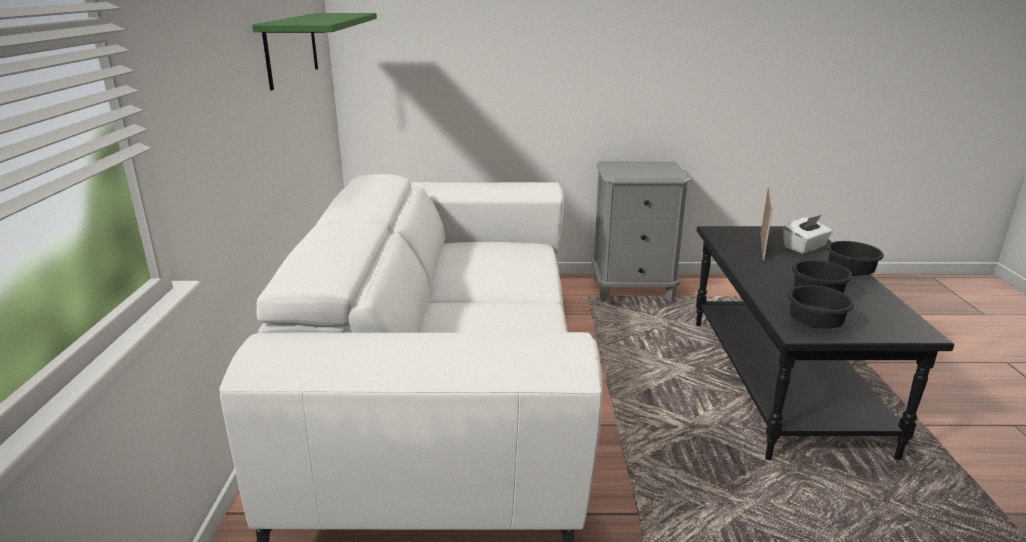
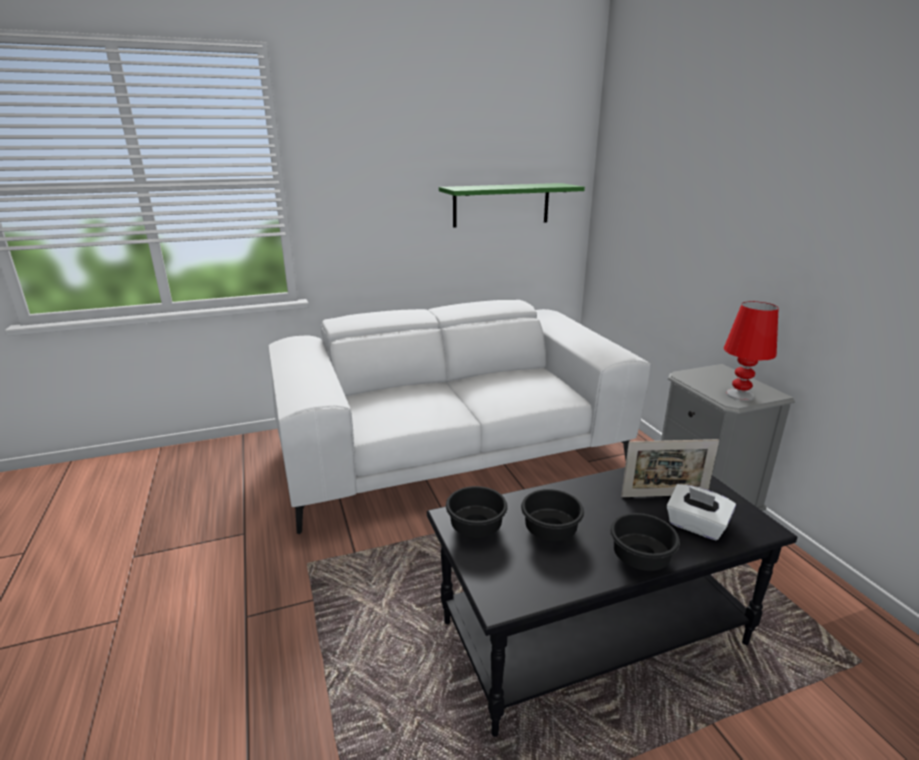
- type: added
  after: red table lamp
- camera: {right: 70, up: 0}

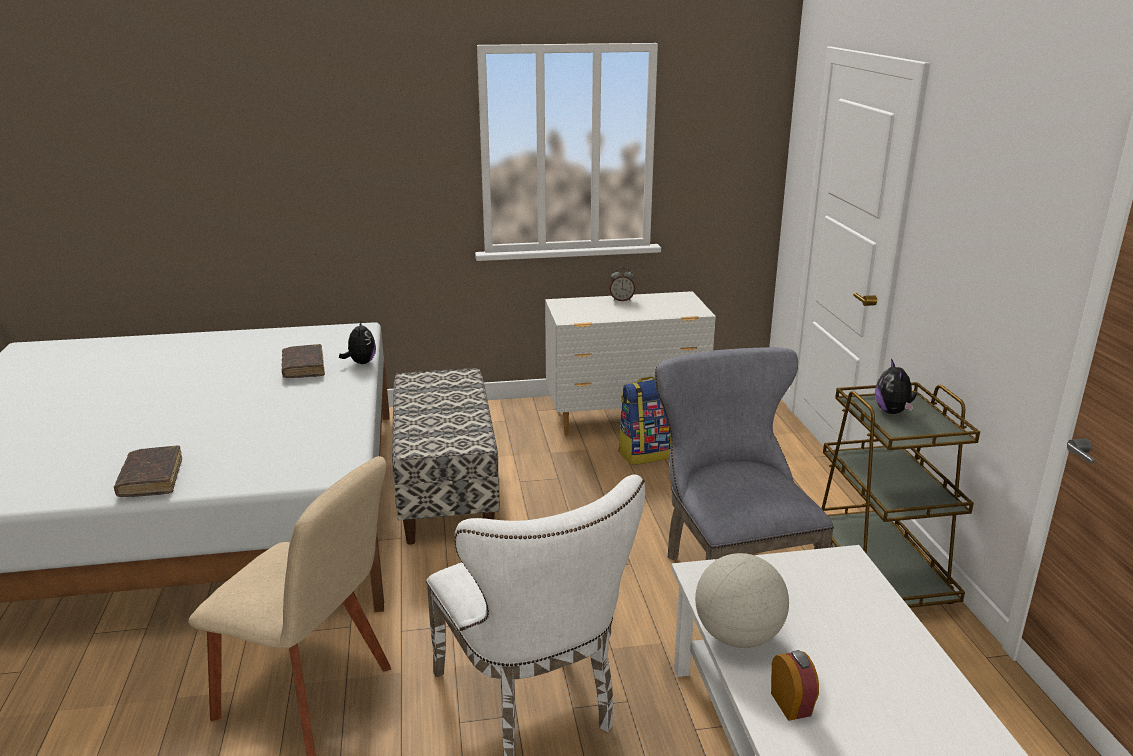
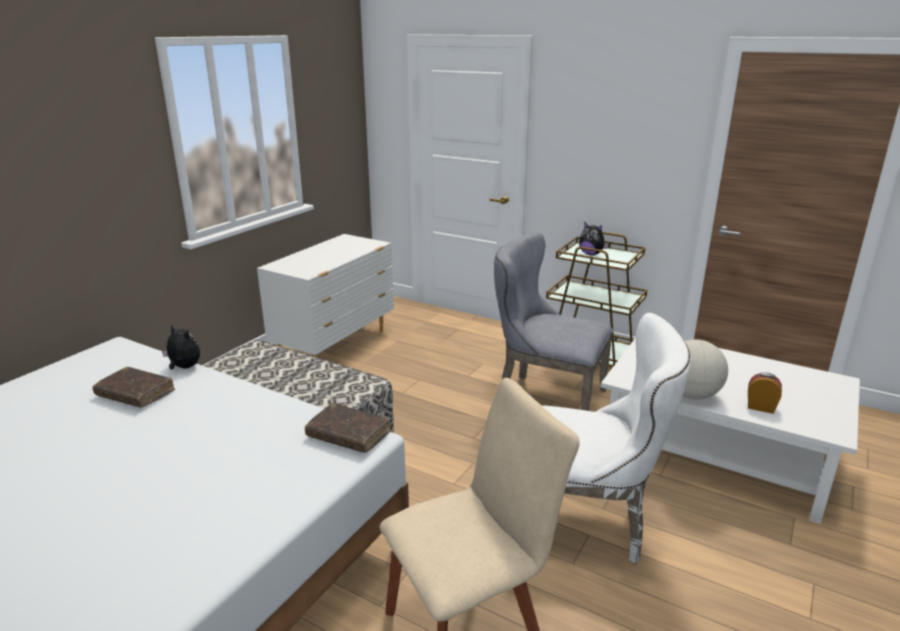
- type: removed
  before: alarm clock (1st from left)
- type: removed
  before: backpack
- type: moved
  before: brown book (1st from left in the first image)
  after: brown book (2nd from left)
- camera: {right: -50, up: 0}

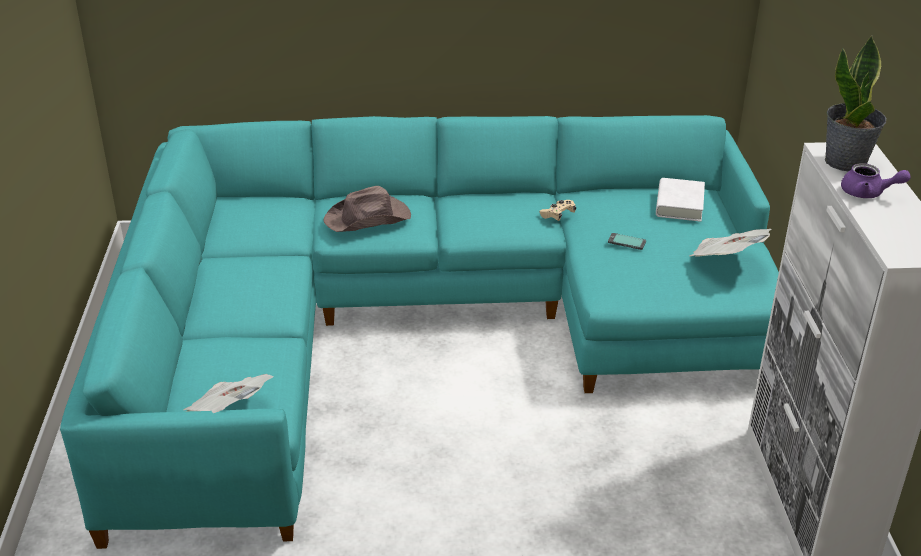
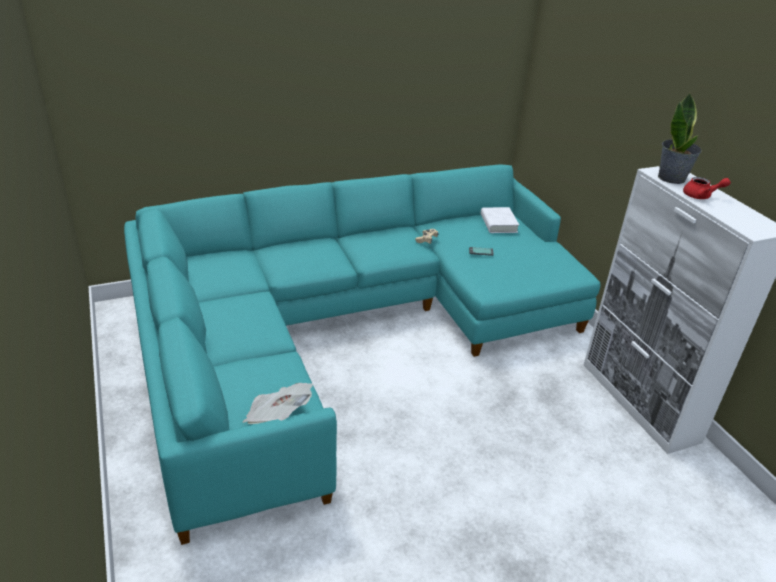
- type: recoloured
  before: purple teapot
  after: red teapot
- type: removed
  before: brown hat
- type: removed
  before: newspaper (2nd from left)
- camera: {right: -20, up: 0}

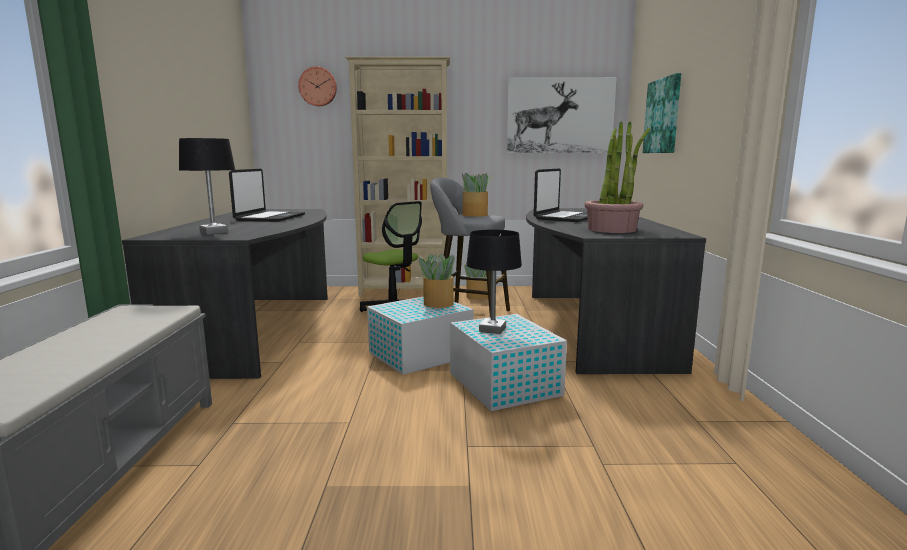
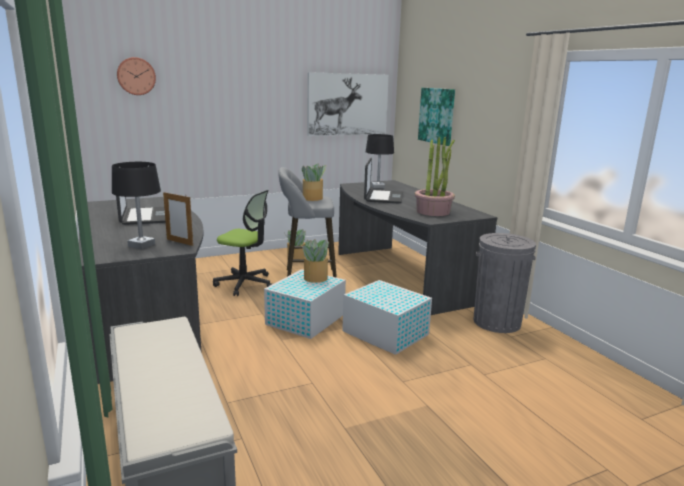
- type: removed
  before: beige bookcase
- type: moved
  before: black table lamp (2nd from left)
- type: added
  after: picture frame
- type: added
  after: grey trash can
- camera: {right: -25, up: 5}

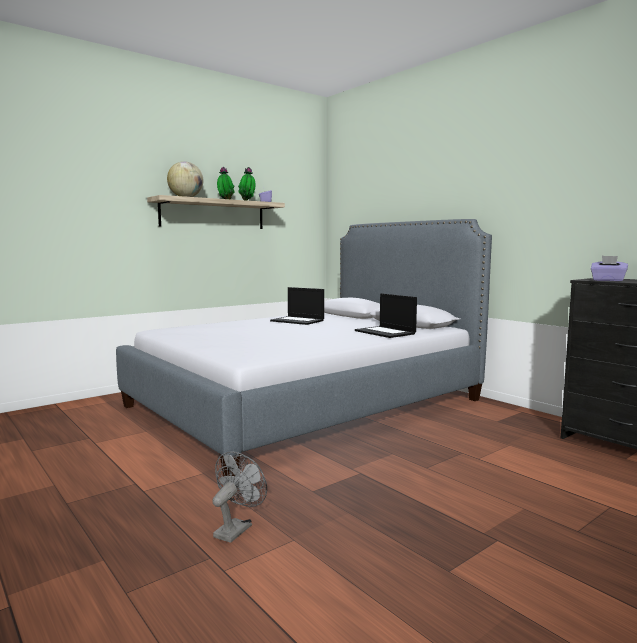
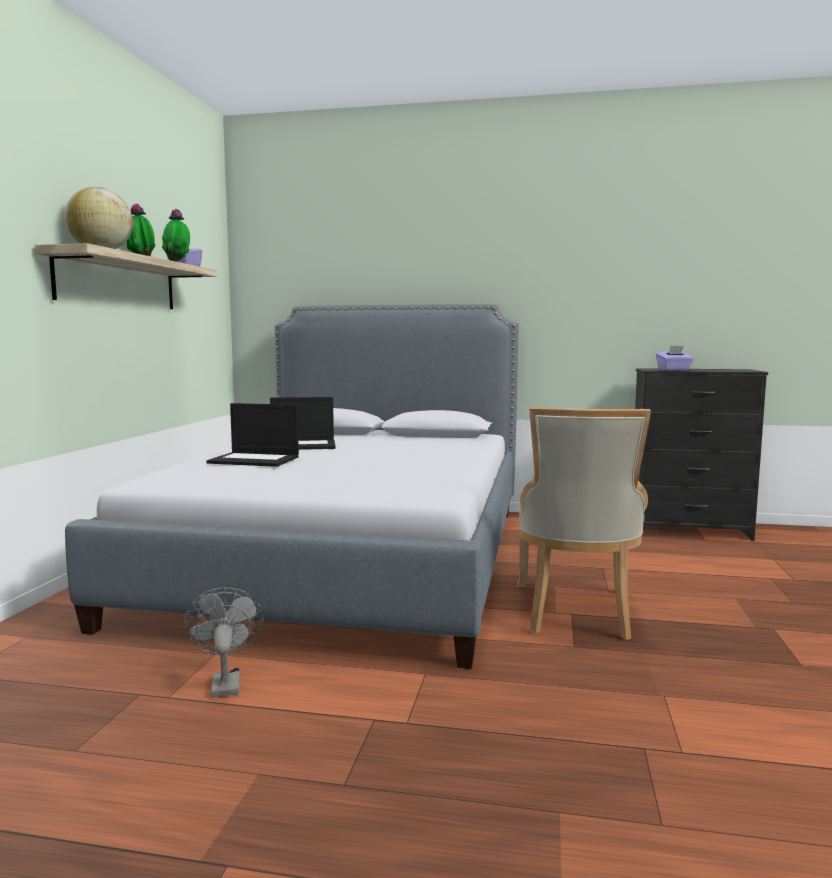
- type: moved
  before: laptop (2nd from left in the first image)
  after: laptop (1st from left)
- type: moved
  before: grey fan
- type: added
  after: beige chair
- camera: {right: -40, up: 0}

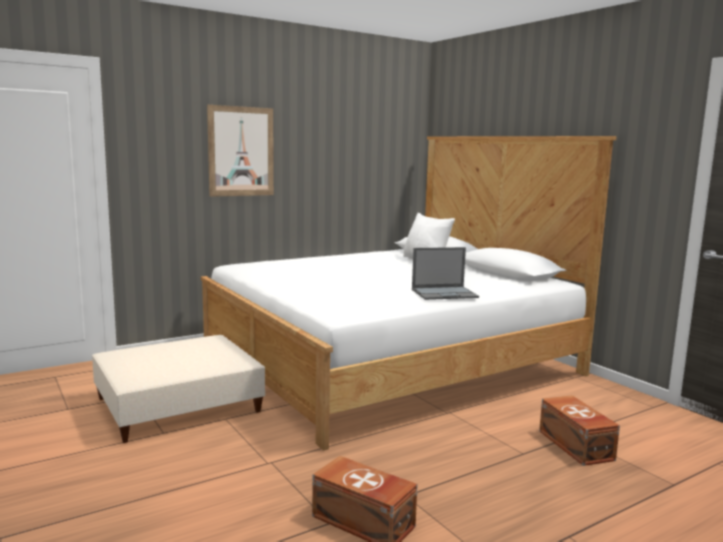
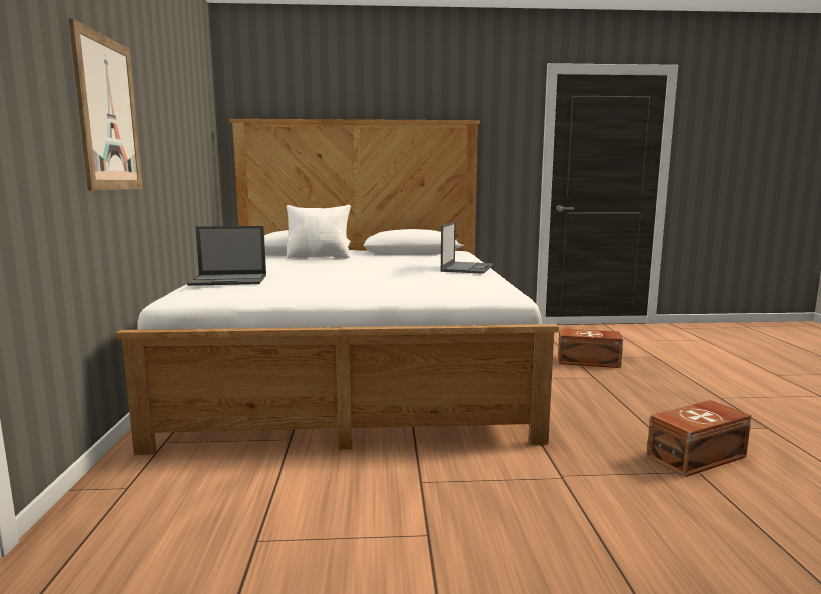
- type: removed
  before: beige ottoman
- type: added
  after: laptop (1st from left)
- camera: {right: -60, up: 0}

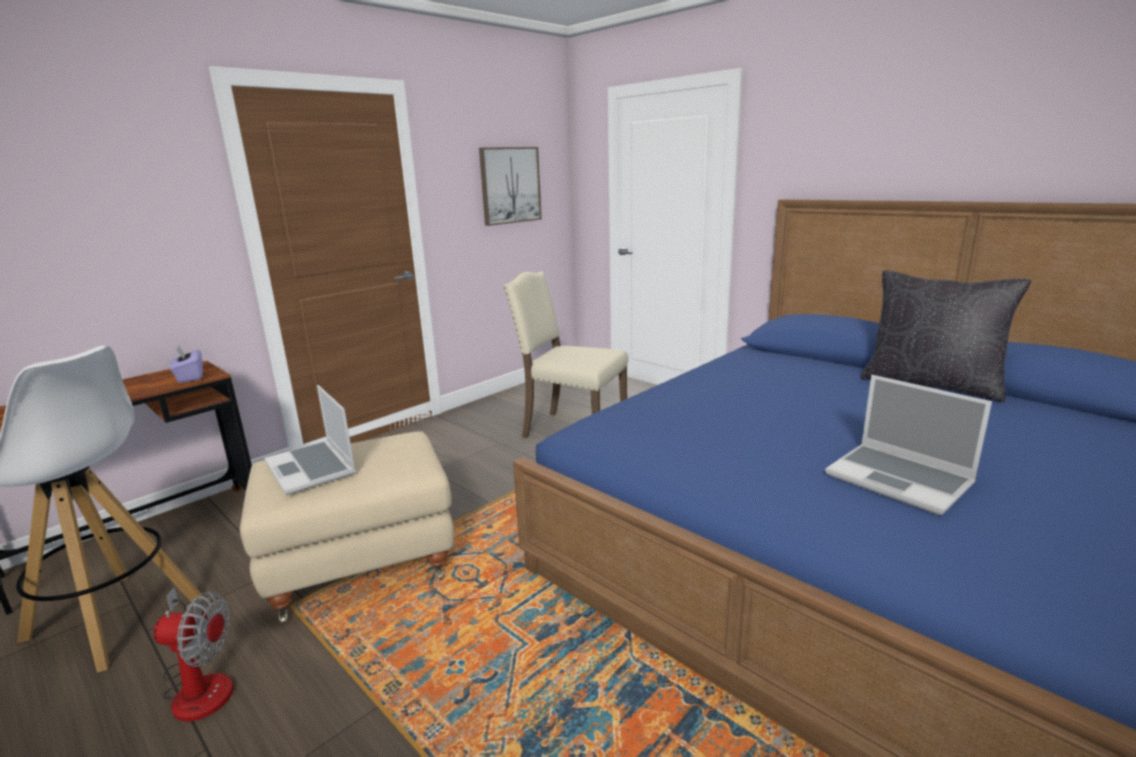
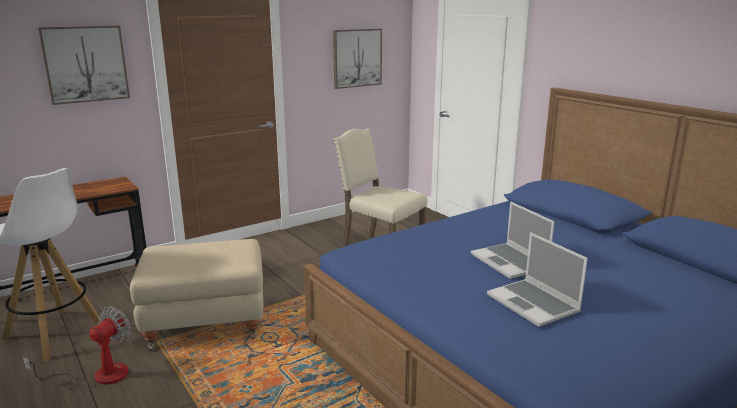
- type: removed
  before: black pillow
- type: removed
  before: purple tissue box
- type: moved
  before: laptop (1st from left)
- type: turned
  before: fan
  turn: -75
- type: added
  after: picture (1st from left)
- camera: {right: 10, up: 0}

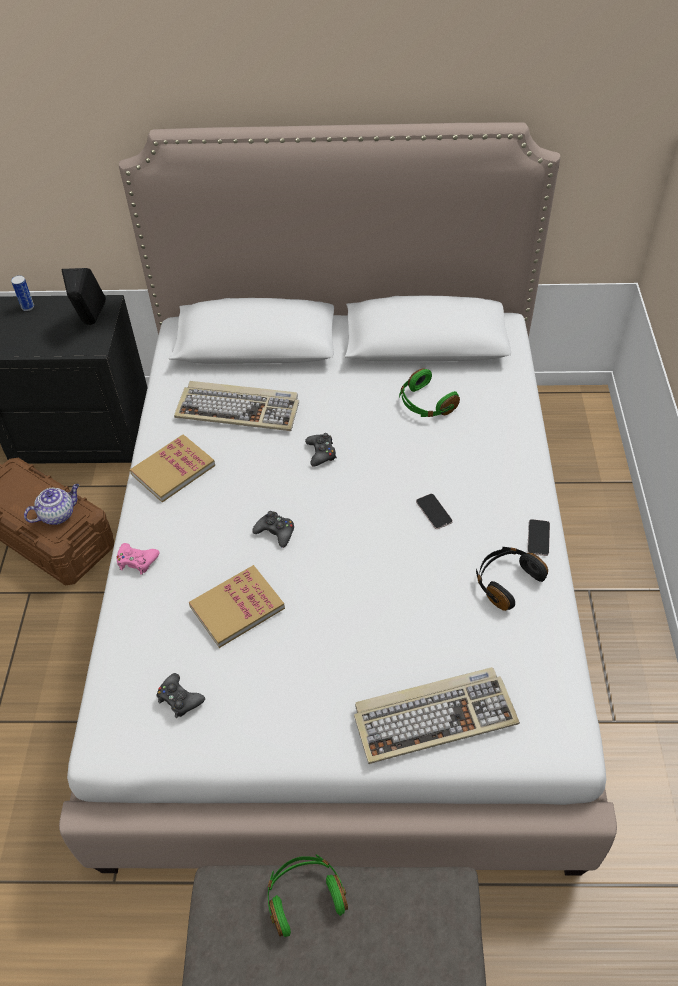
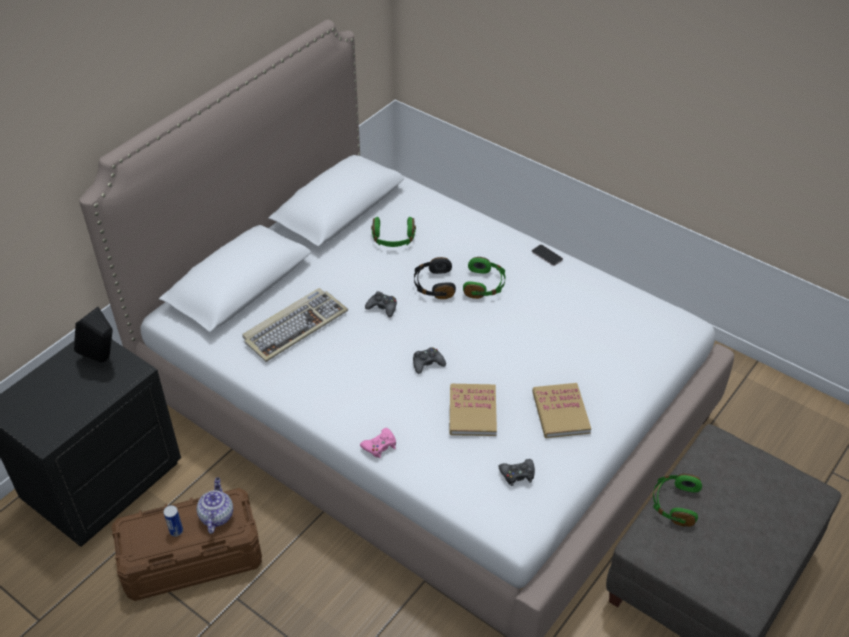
- type: moved
  before: can
- type: moved
  before: book (1st from left in the first image)
  after: book (2nd from left)
- type: replaced
  before: phone (1st from left)
  after: green headphones (2nd from left)
- type: moved
  before: black headphones
- type: removed
  before: keyboard (2nd from left)
- camera: {right: -55, up: -5}

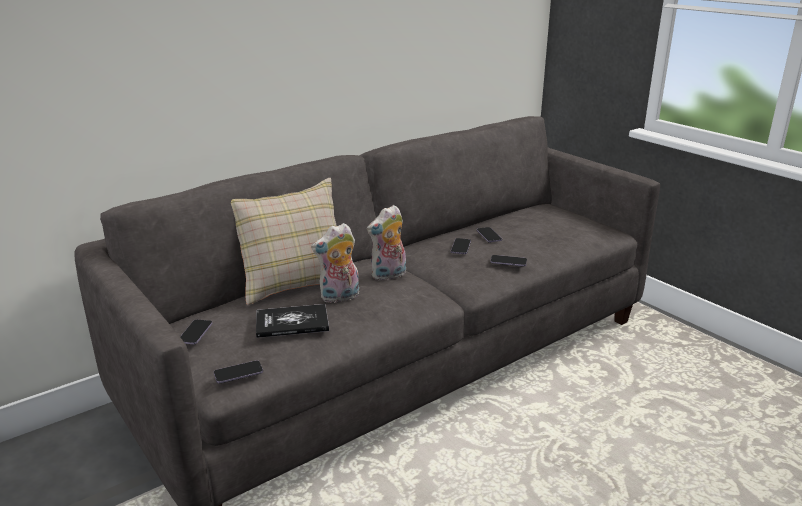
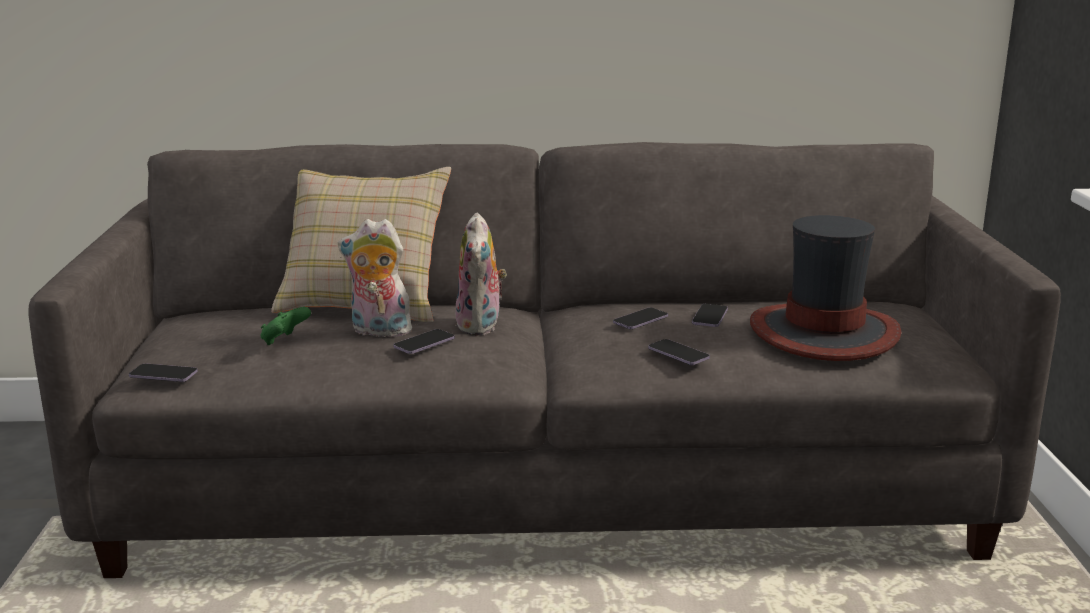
- type: turned
  before: plush toy (2nd from left)
  turn: -90
- type: replaced
  before: book
  after: green game controller
- type: moved
  before: phone (1st from left in the first image)
  after: phone (2nd from left)
- type: added
  after: hat
- camera: {right: 35, up: -5}

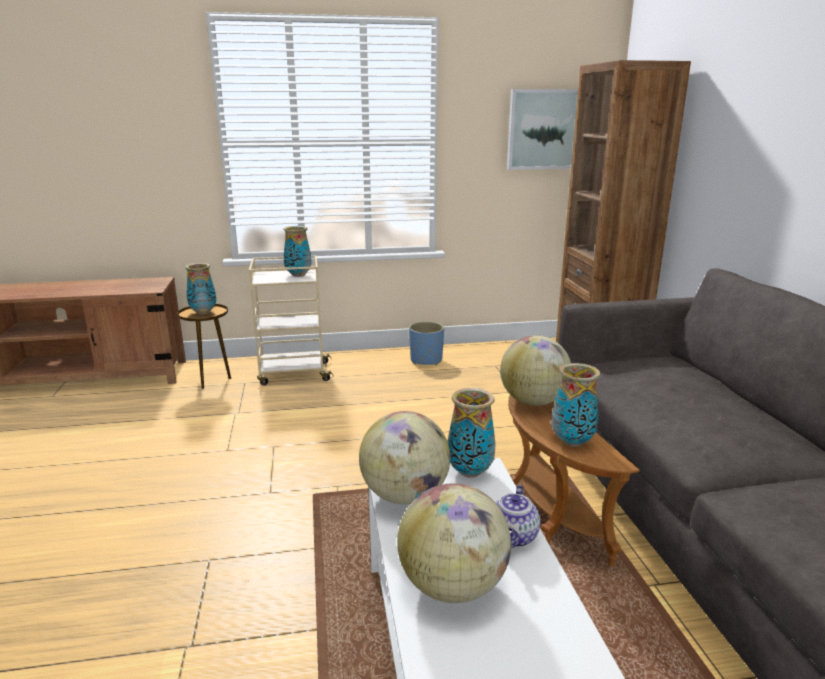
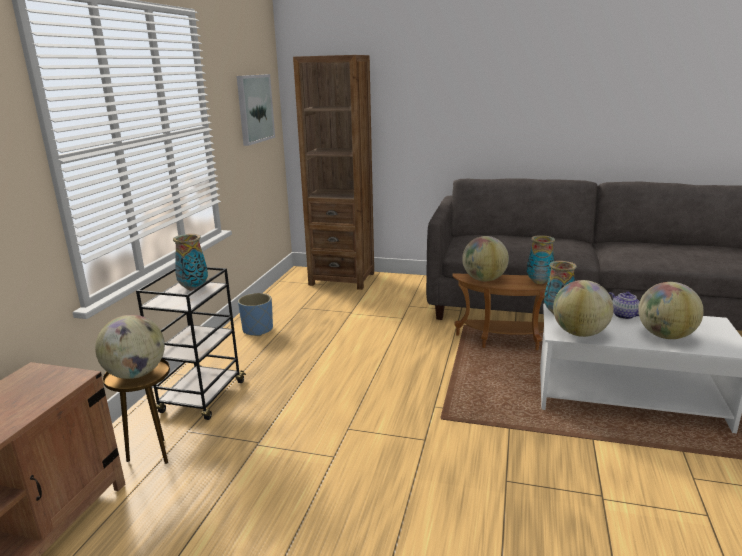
- type: recoloured
  before: beige cart
  after: black cart
- type: replaced
  before: vase (1st from left)
  after: globe (1st from left)
- camera: {right: -65, up: 0}

